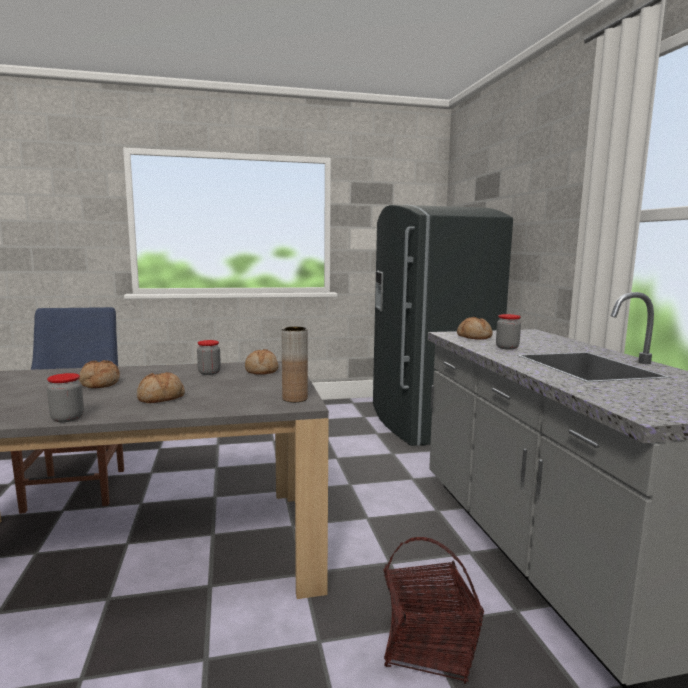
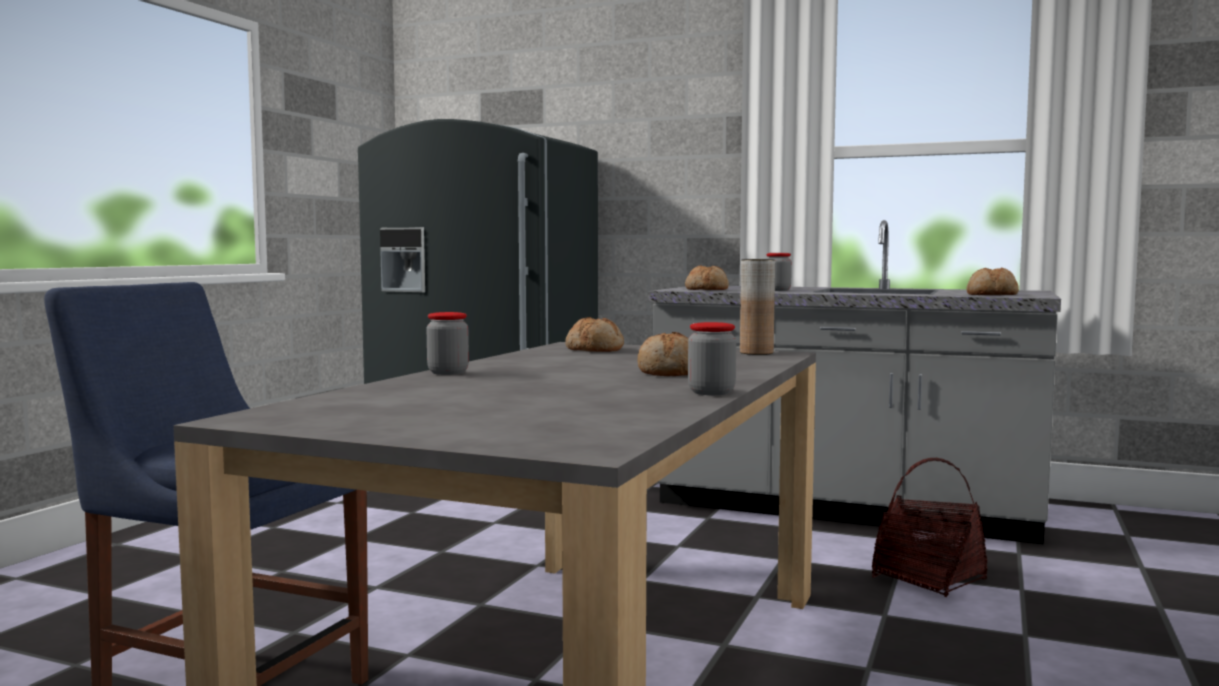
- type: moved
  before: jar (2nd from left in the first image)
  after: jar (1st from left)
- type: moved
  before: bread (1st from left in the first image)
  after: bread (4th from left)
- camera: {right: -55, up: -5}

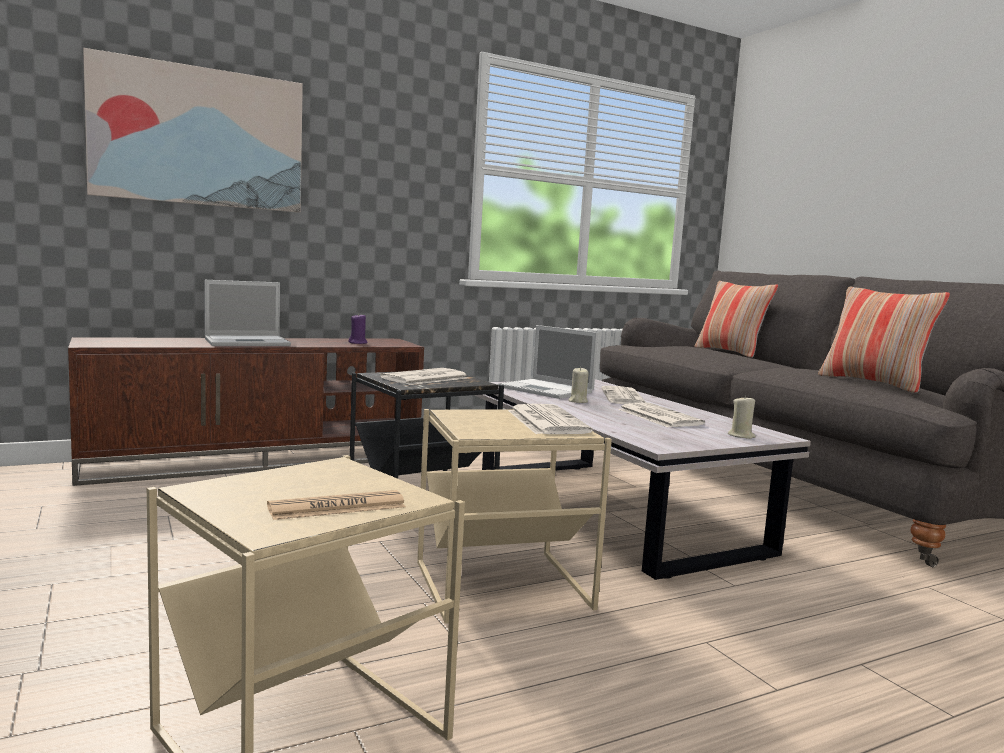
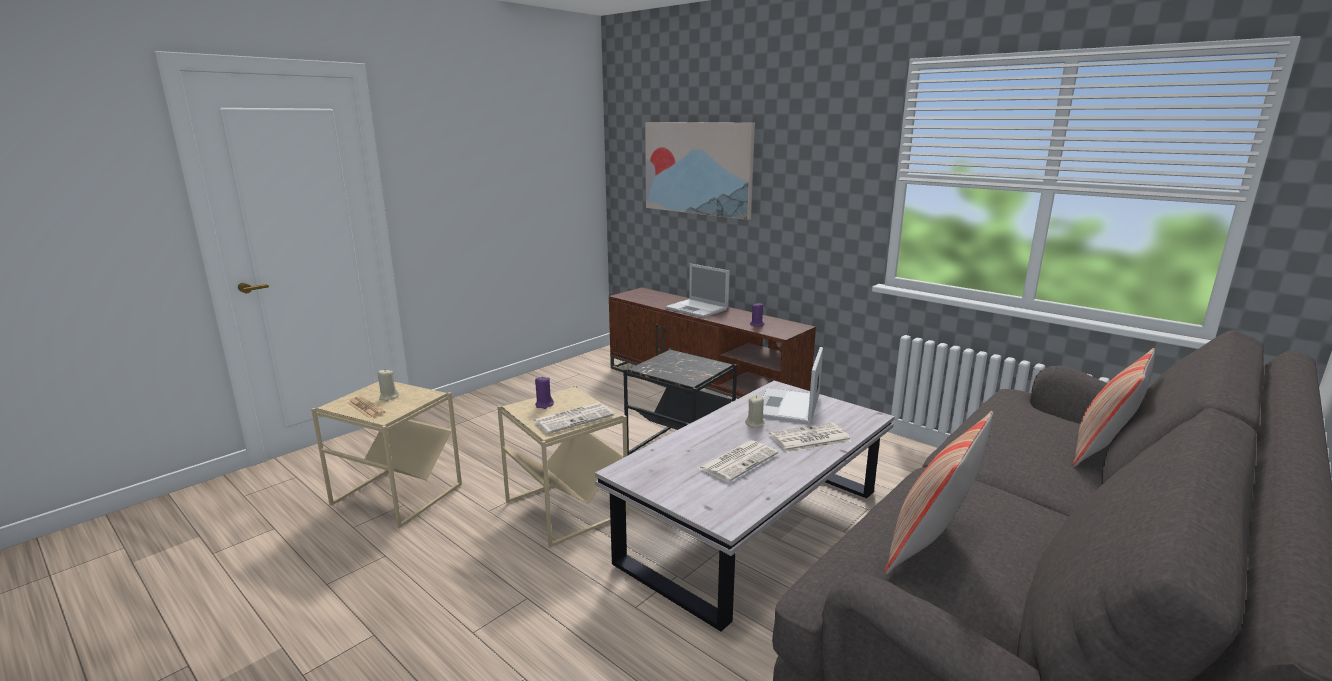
- type: removed
  before: newspaper (2nd from left)
- type: moved
  before: beige candle (2nd from left in the first image)
  after: beige candle (1st from left)
- type: added
  after: purple candle (1st from left)
- camera: {right: 70, up: 10}

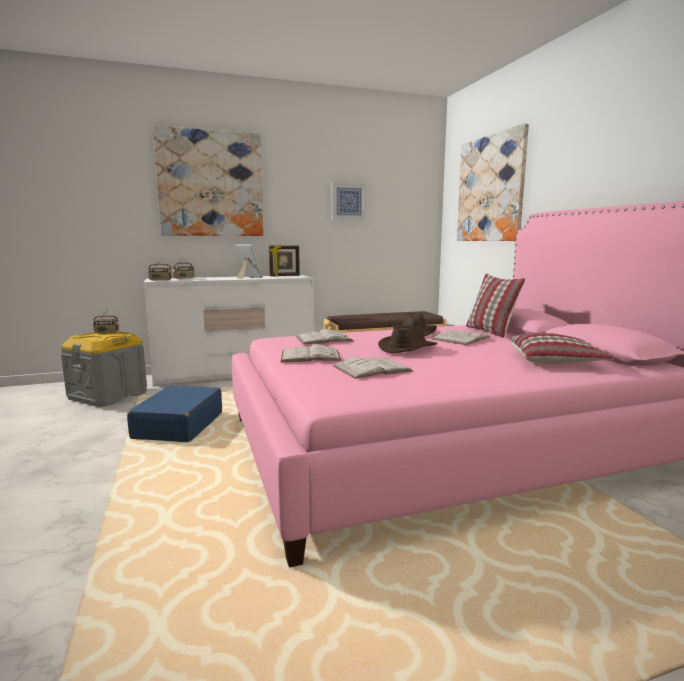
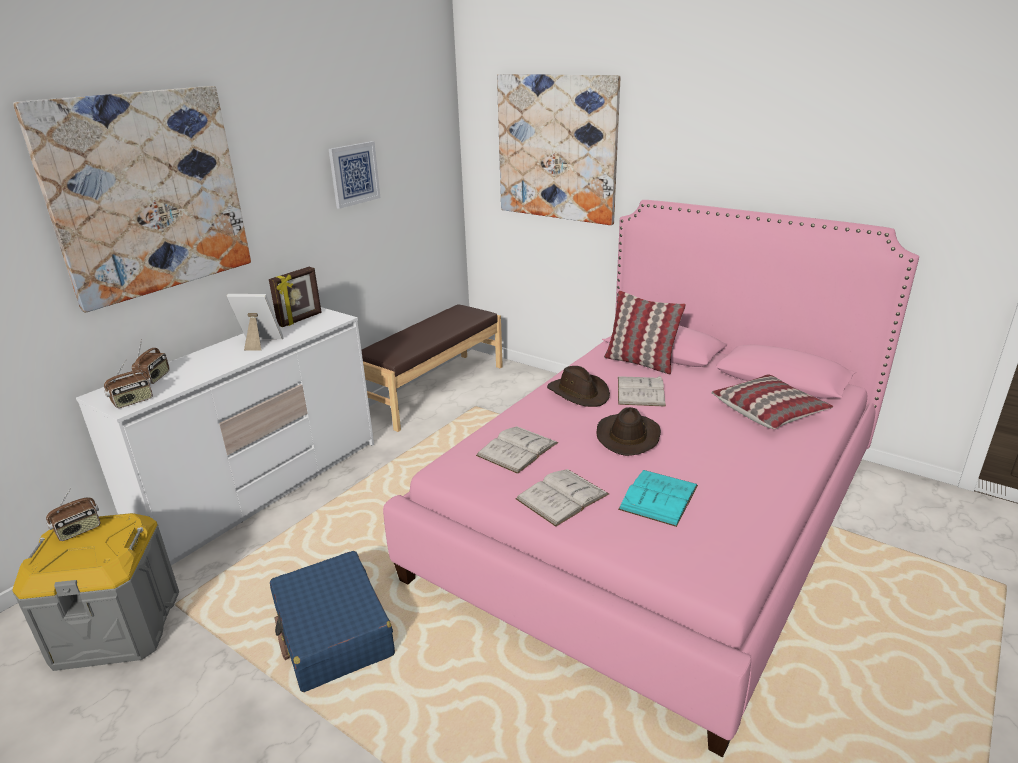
- type: recoloured
  before: white book (3rd from left)
  after: turquoise book
- camera: {right: -35, up: 15}

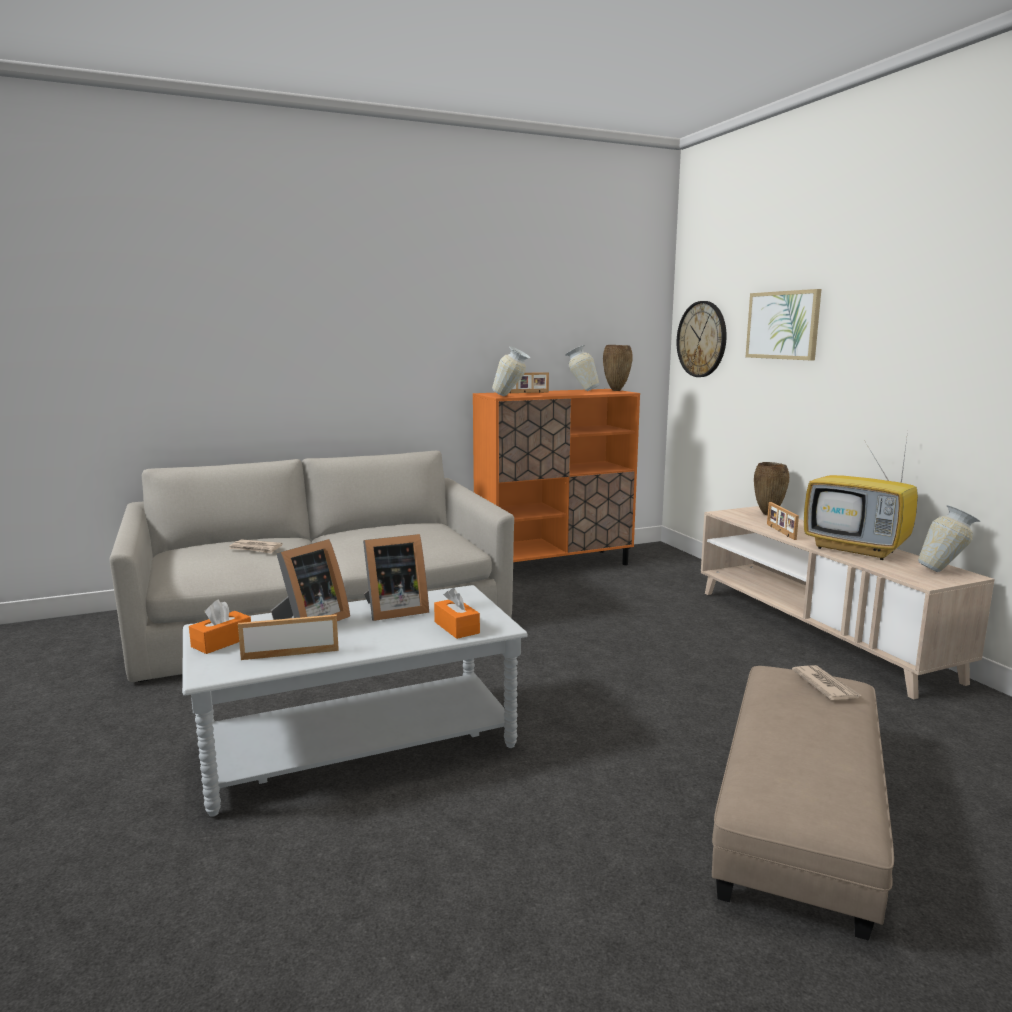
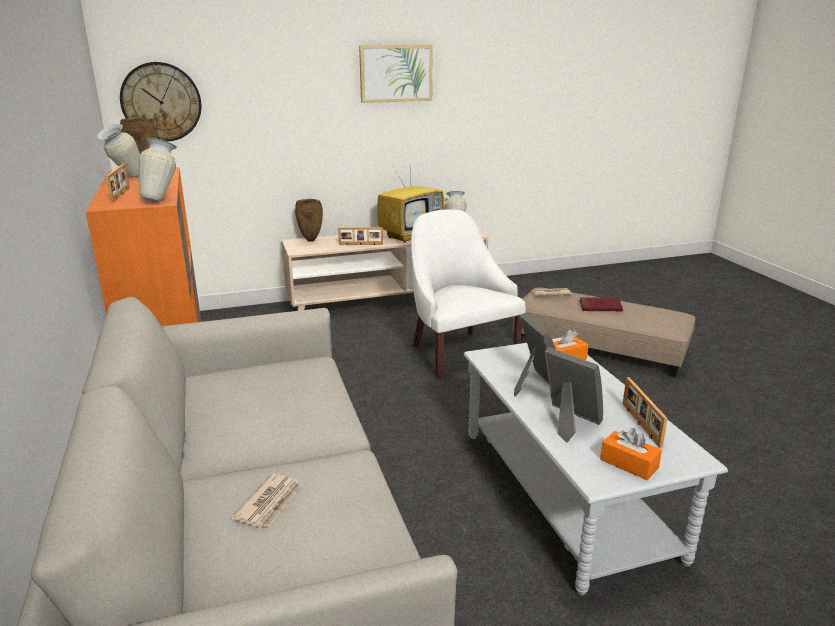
- type: moved
  before: picture
- type: added
  after: white armchair
- type: added
  after: red book
- camera: {right: -85, up: 10}

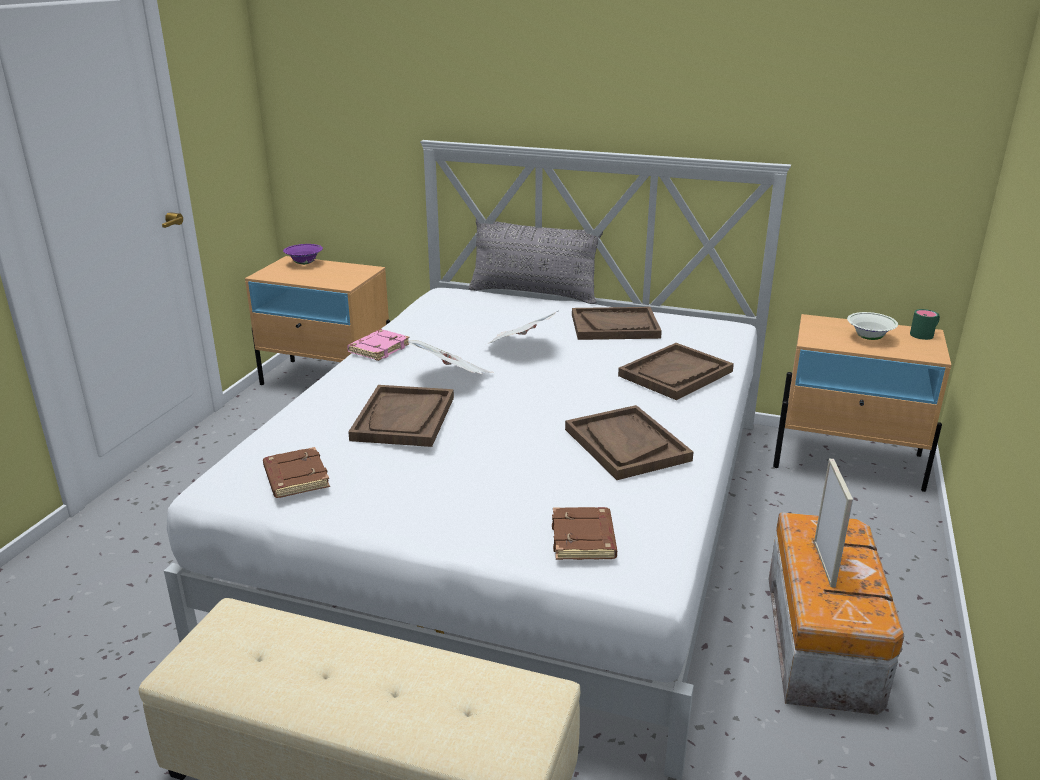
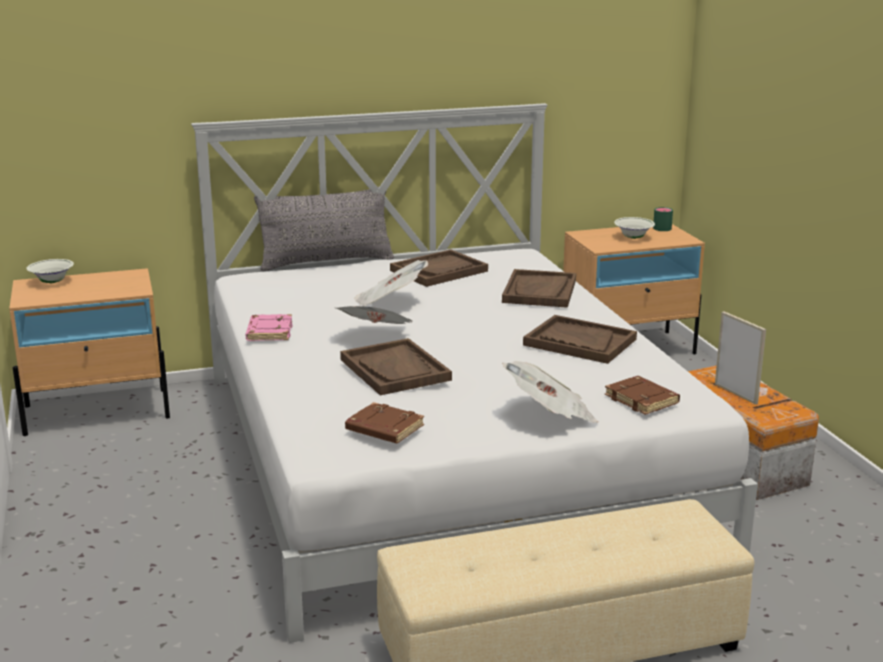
- type: recoloured
  before: purple bowl
  after: white bowl (1st from left)
- type: added
  after: newspaper (3rd from left)
- camera: {right: -35, up: -5}

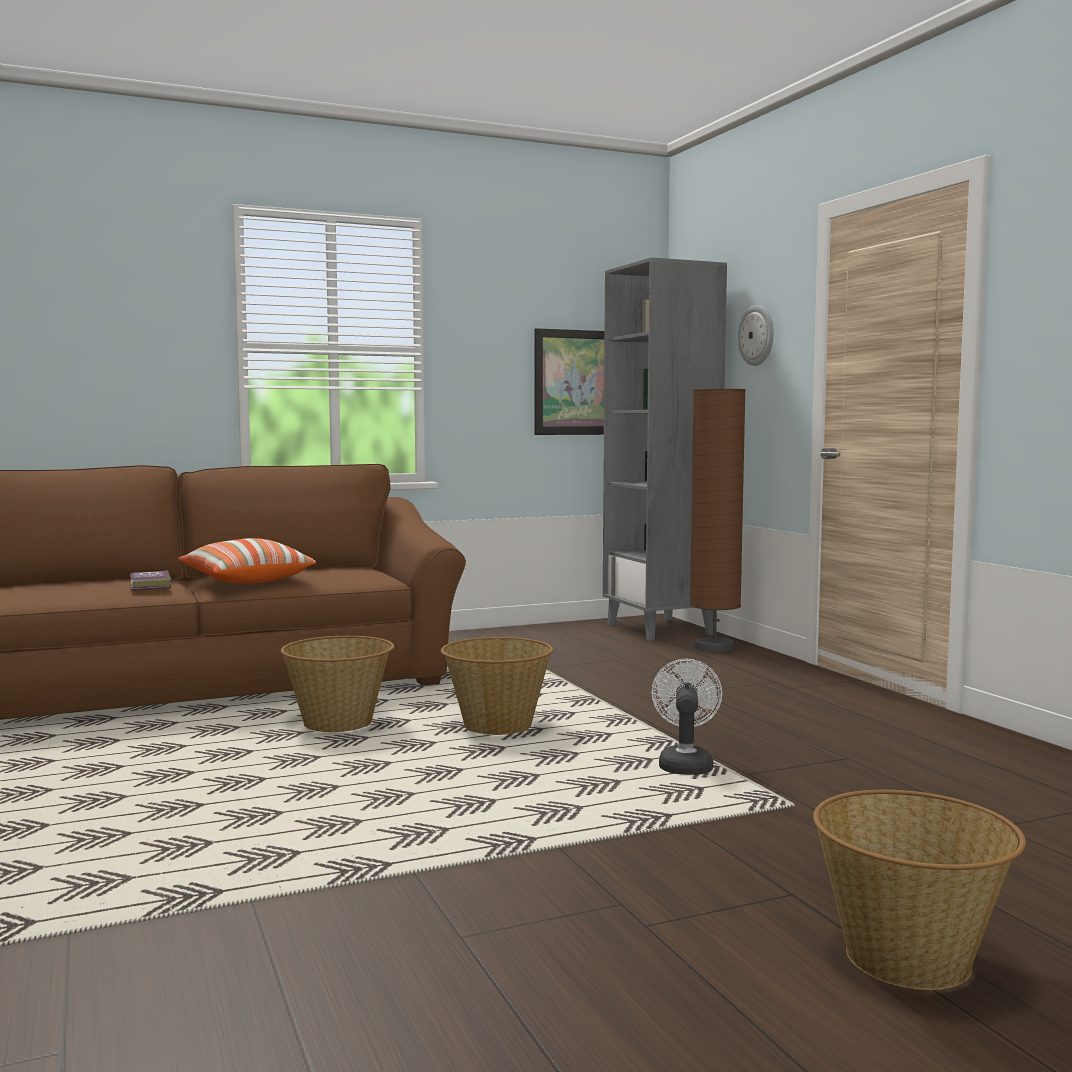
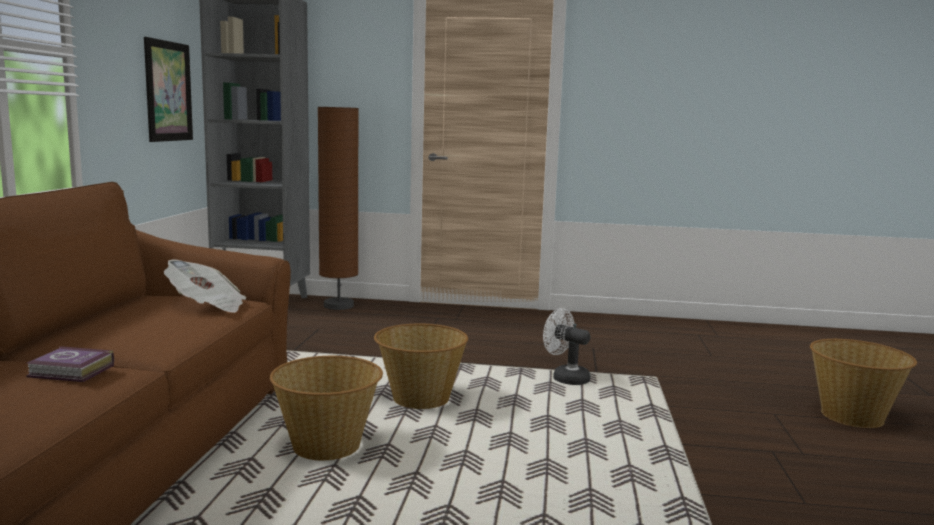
- type: removed
  before: wall clock
- type: removed
  before: pillow
- type: added
  after: newspaper
- camera: {right: -60, up: 5}

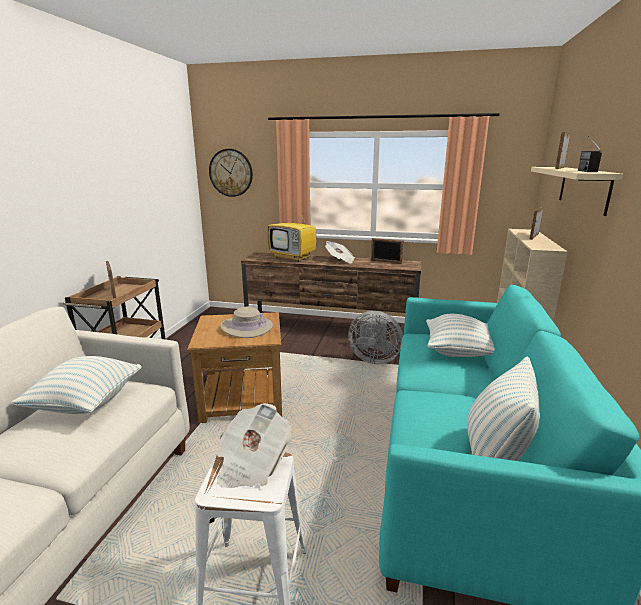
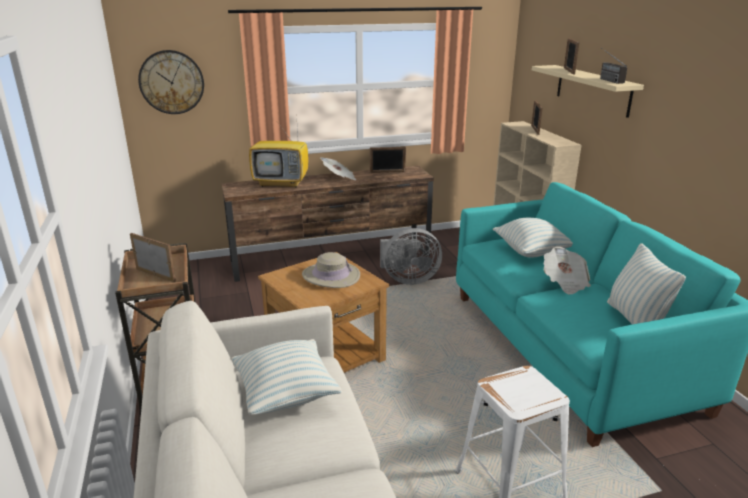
- type: moved
  before: newspaper (1st from left in the first image)
  after: newspaper (2nd from left)
- camera: {right: -30, up: 5}

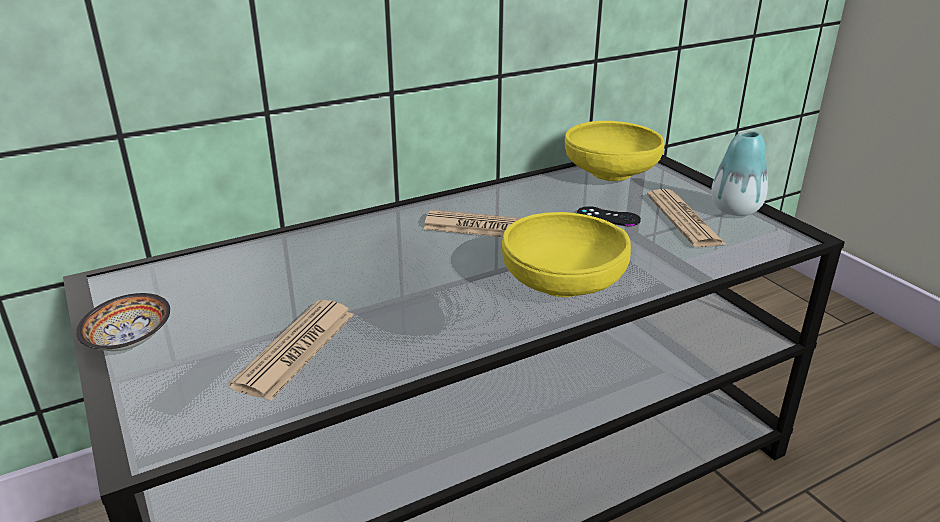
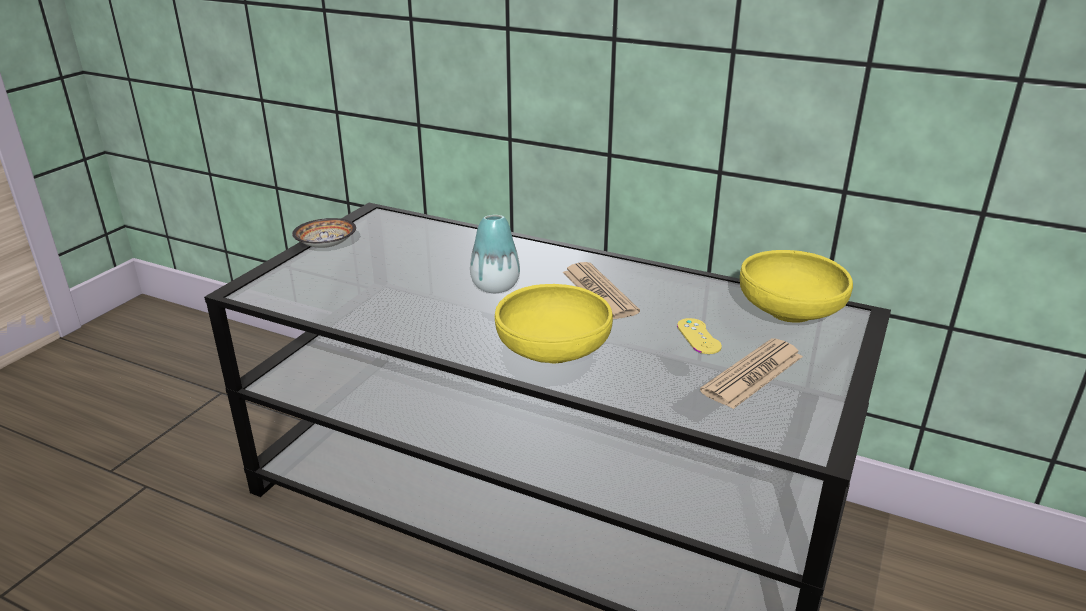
- type: moved
  before: vase
- type: recoloured
  before: black game controller
  after: yellow game controller
- type: removed
  before: newspaper (1st from left)
- camera: {right: 55, up: 0}

